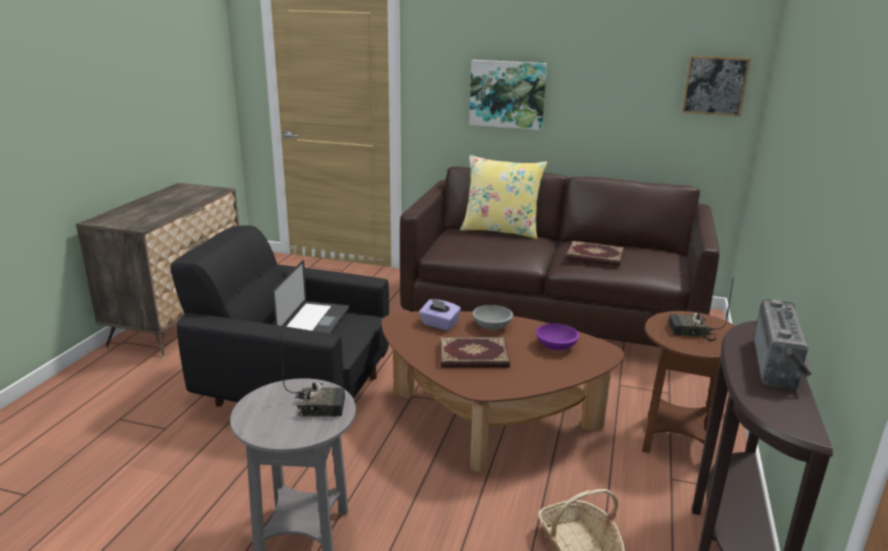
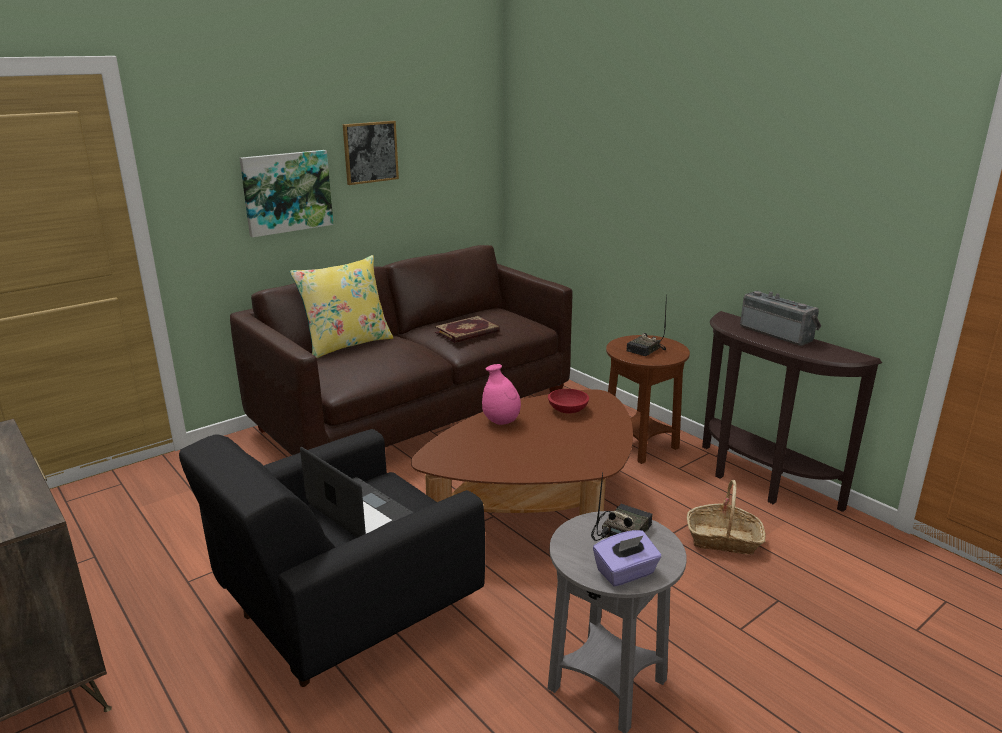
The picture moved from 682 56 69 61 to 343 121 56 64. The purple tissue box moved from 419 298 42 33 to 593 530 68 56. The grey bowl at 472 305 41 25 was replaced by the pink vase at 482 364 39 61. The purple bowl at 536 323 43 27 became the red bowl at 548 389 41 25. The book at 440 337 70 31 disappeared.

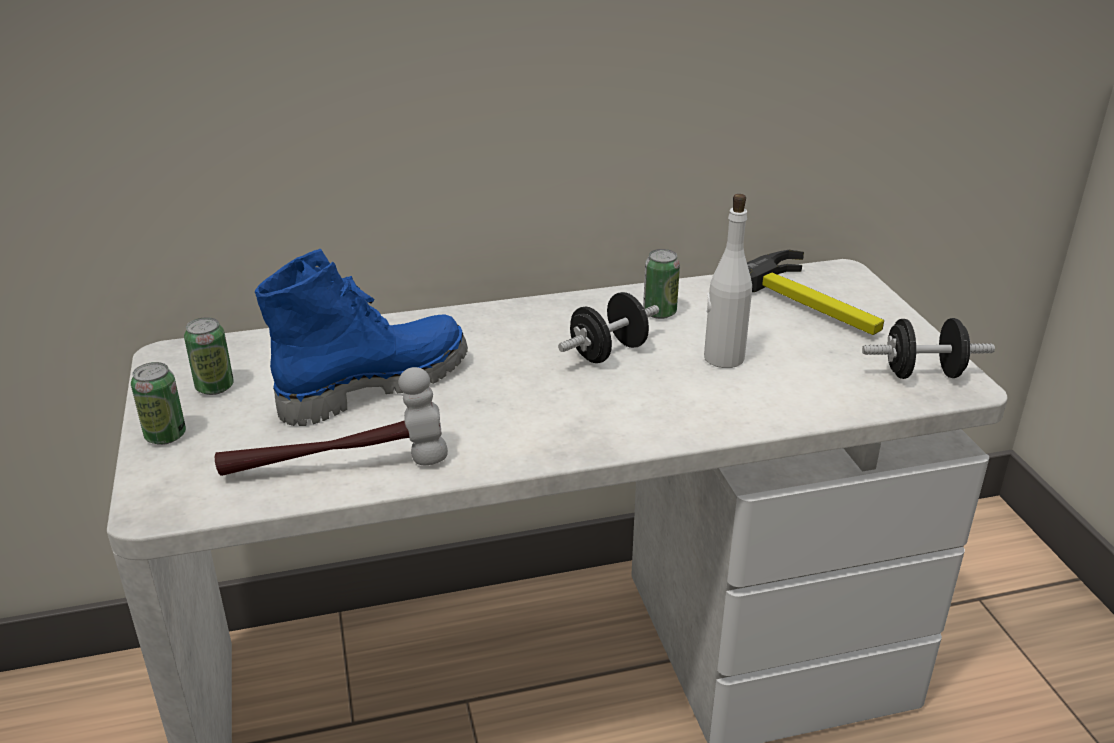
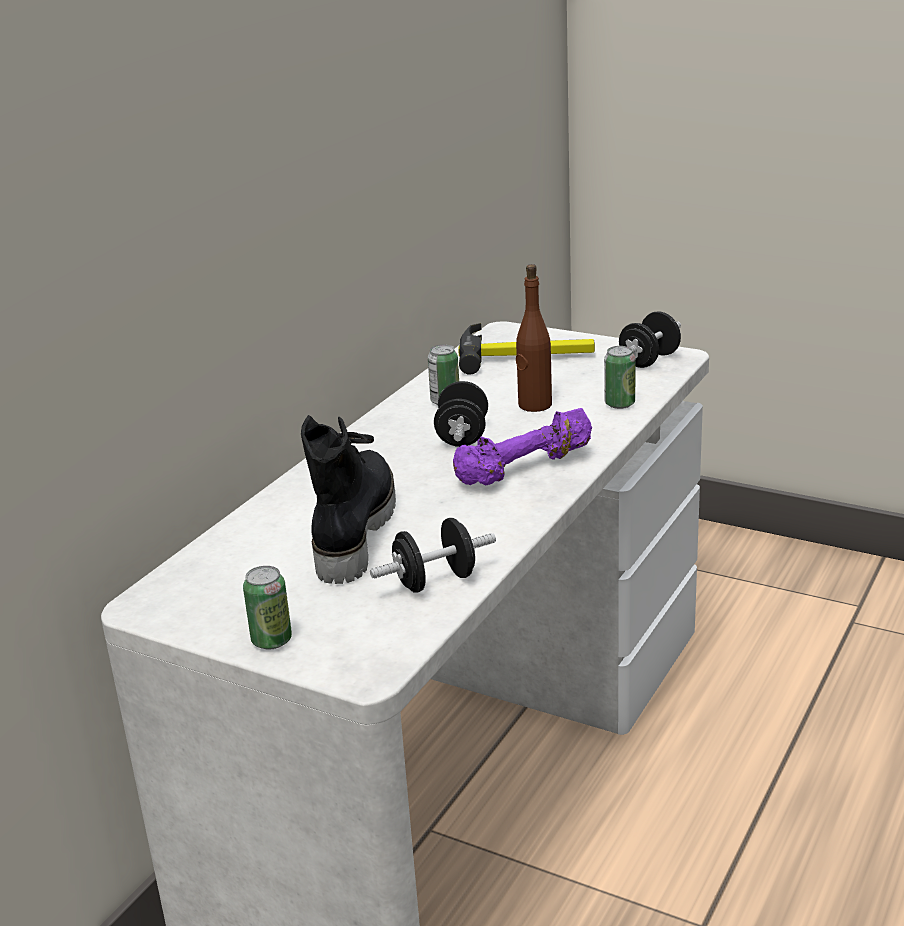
The white bottle at 704 194 48 174 became the brown bottle at 516 264 36 148. The blue boot at 255 249 213 177 became the black boot at 301 415 95 169. The can moved from 184 317 50 78 to 604 346 32 63. The hammer at 215 367 233 109 was replaced by the black dumbbell at 370 518 126 75. The purple dumbbell at 453 408 139 77 appeared.

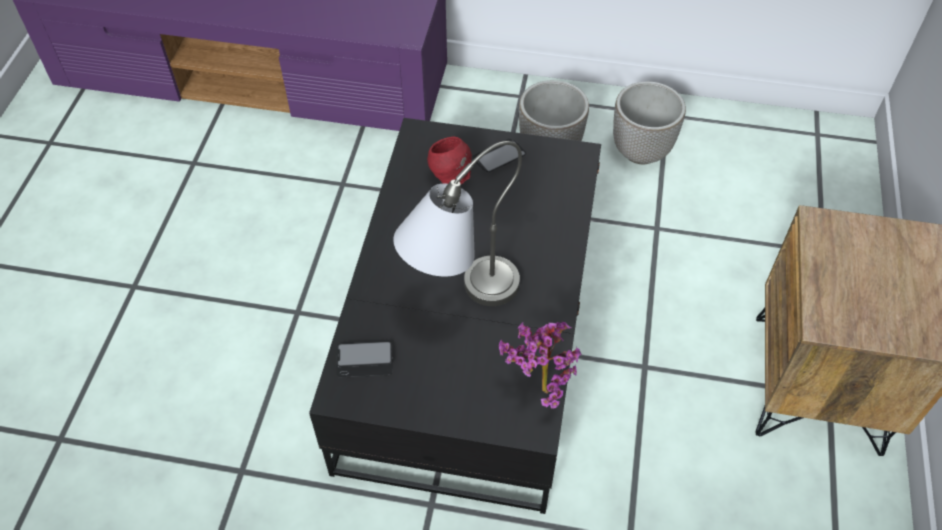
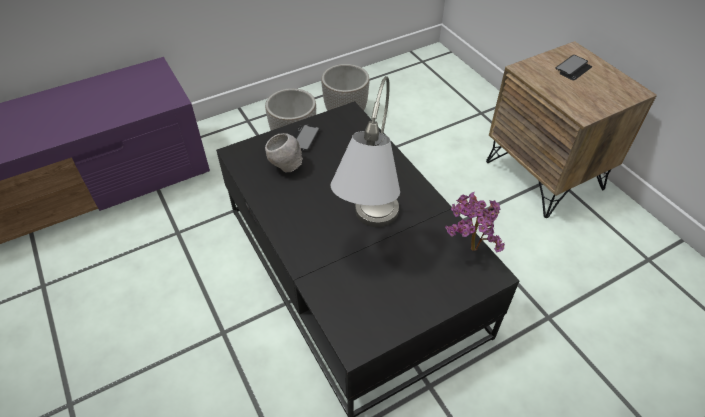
The red bowl at 427 136 45 48 became the grey bowl at 265 133 38 40. The phone moved from 336 341 57 37 to 555 55 37 25.

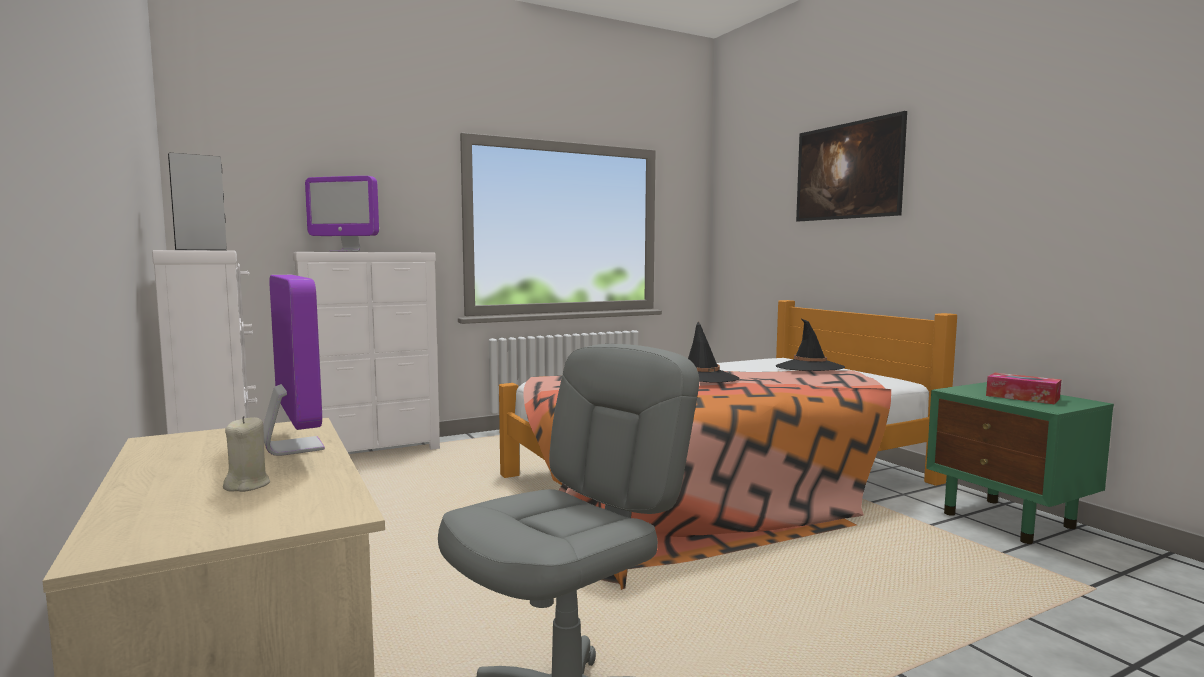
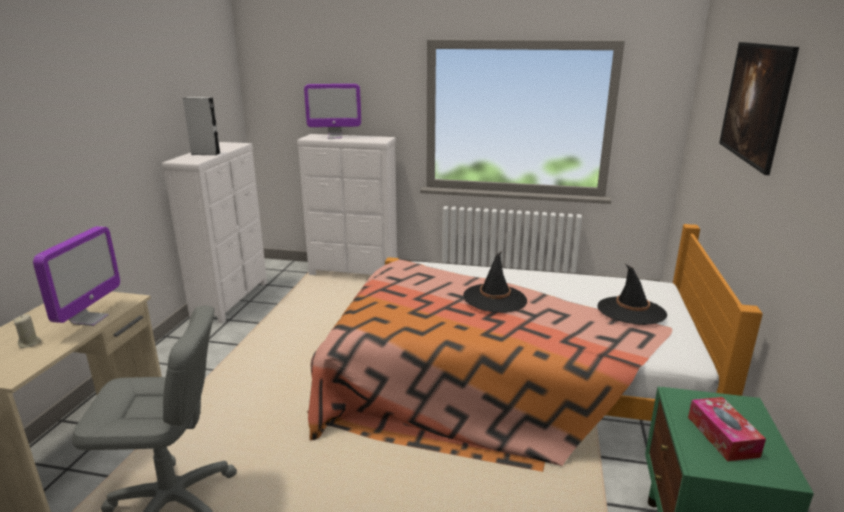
The monitor at 305 176 74 76 turned 60 degrees counterclockwise.

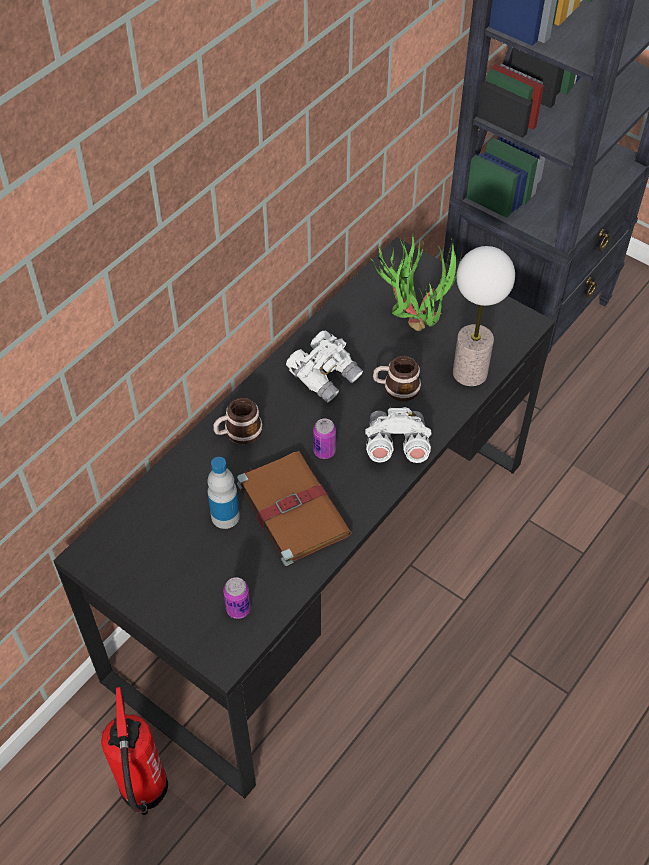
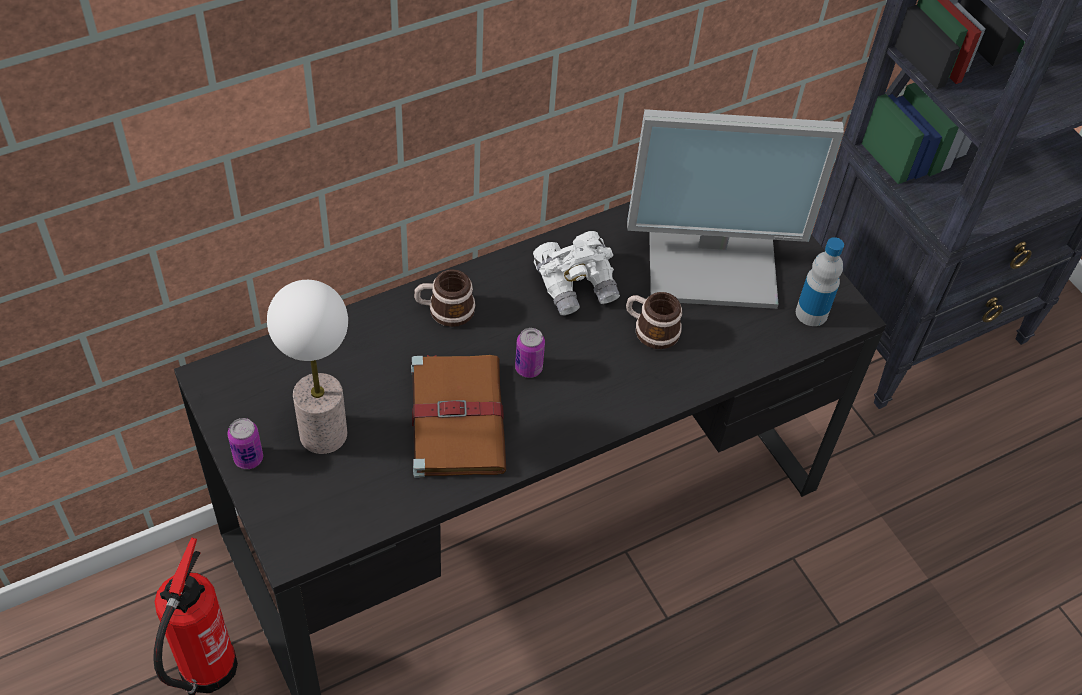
The potted plant at 371 234 91 97 was replaced by the monitor at 627 109 217 200. The table lamp moved from 453 246 62 140 to 267 280 81 174. The white binoculars at 365 407 67 56 disappeared. The bottle moved from 207 457 33 72 to 796 237 48 89. The can moved from 223 577 28 42 to 228 418 35 51.

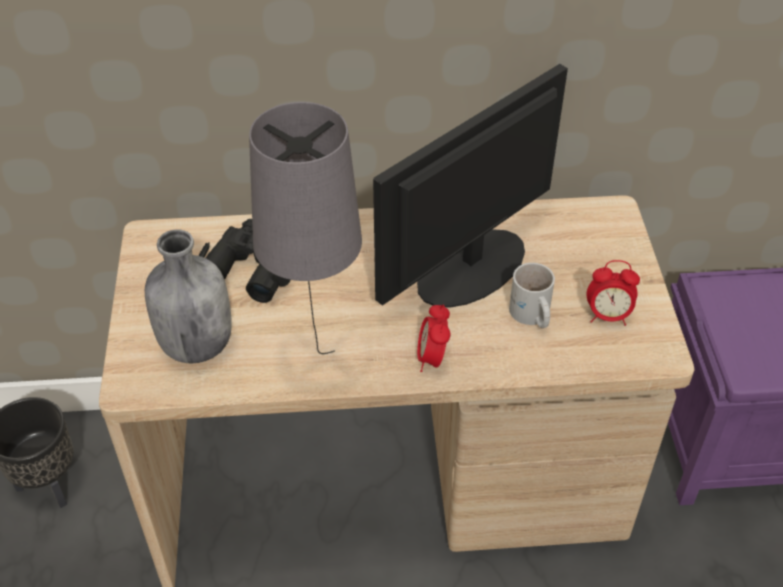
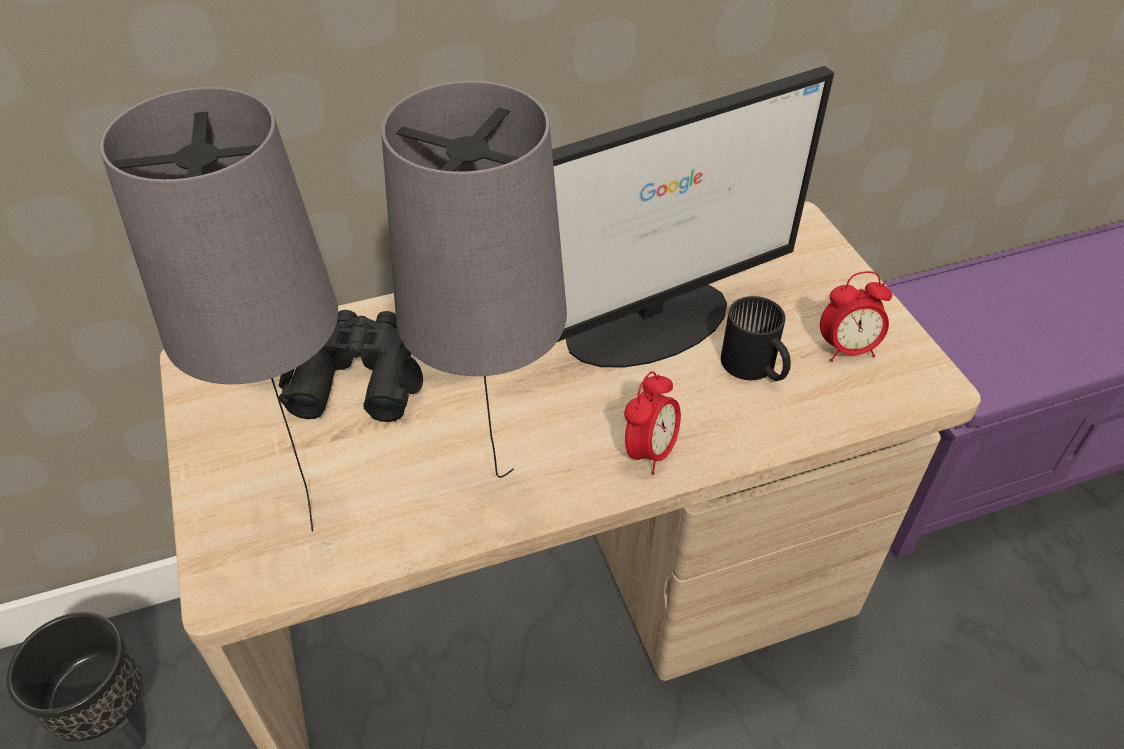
The monitor at 373 64 195 244 turned 150 degrees counterclockwise. The grey bottle at 145 229 86 134 was replaced by the grey table lamp at 100 87 238 445. The white mug at 509 263 46 65 became the black mug at 721 296 70 85. The alarm clock at 417 304 33 68 turned 135 degrees counterclockwise.

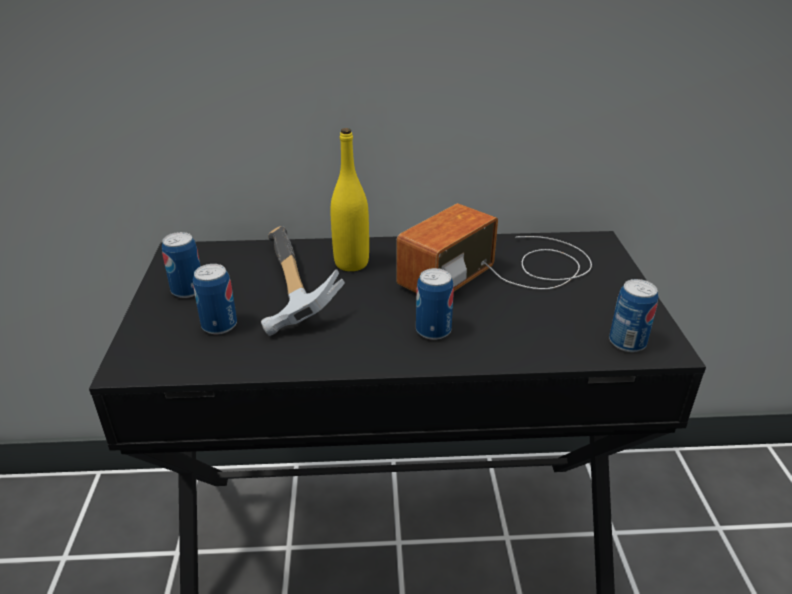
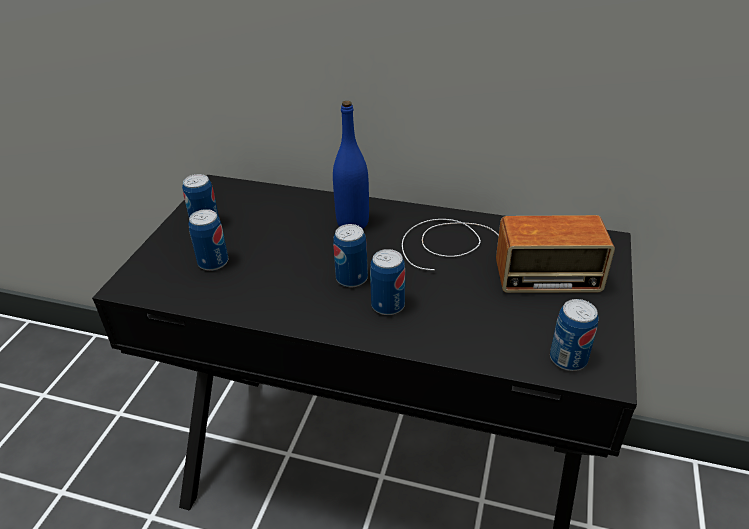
The yellow bottle at 331 128 38 143 became the blue bottle at 333 101 36 128. The radio at 396 203 196 90 turned 150 degrees counterclockwise. The hammer at 261 226 84 110 disappeared. The can at 333 224 35 63 appeared.

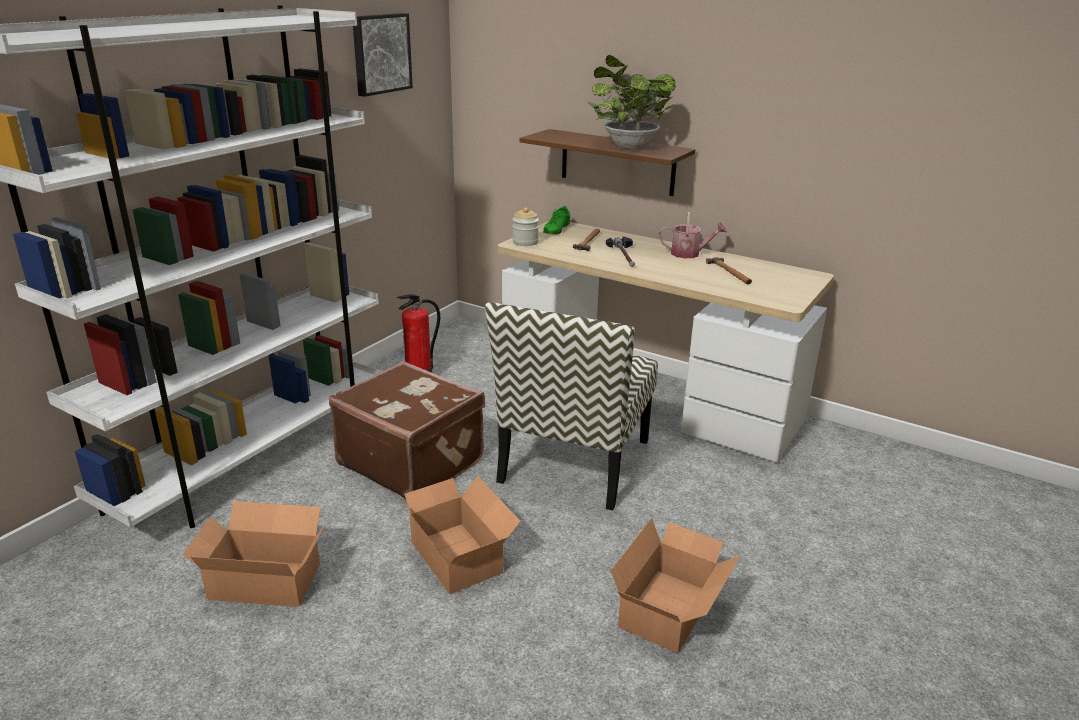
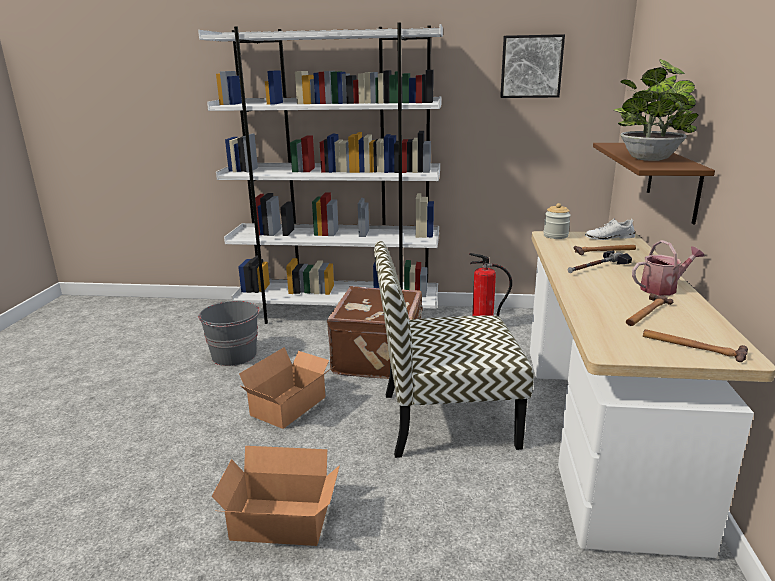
The green shoe at 543 206 27 29 became the white shoe at 585 218 50 22. The watering can at 659 212 68 46 turned 90 degrees counterclockwise. The cardboard box at 183 501 142 106 was replaced by the grey bucket at 198 301 62 65. The hammer at 643 329 105 33 appeared.

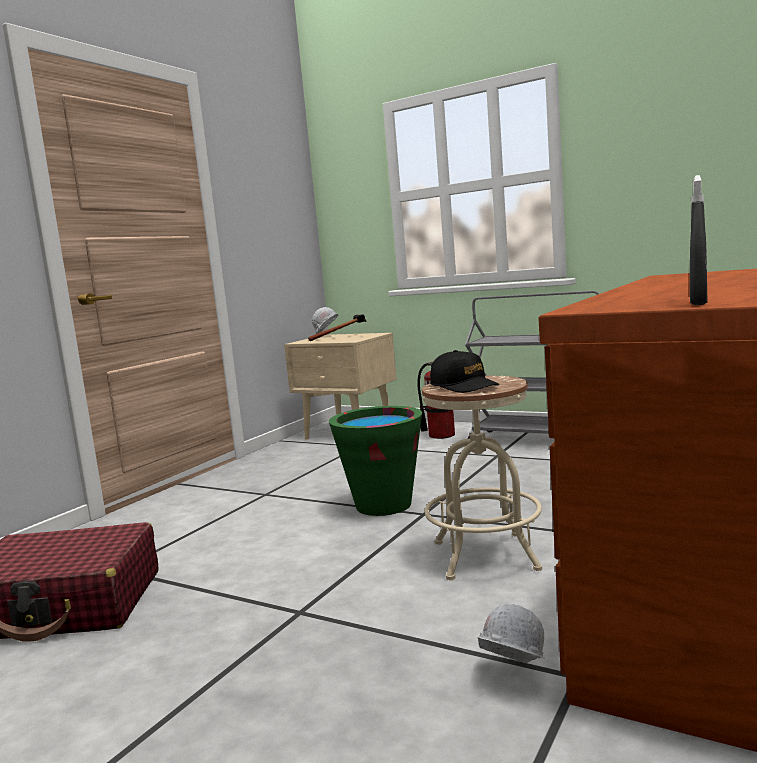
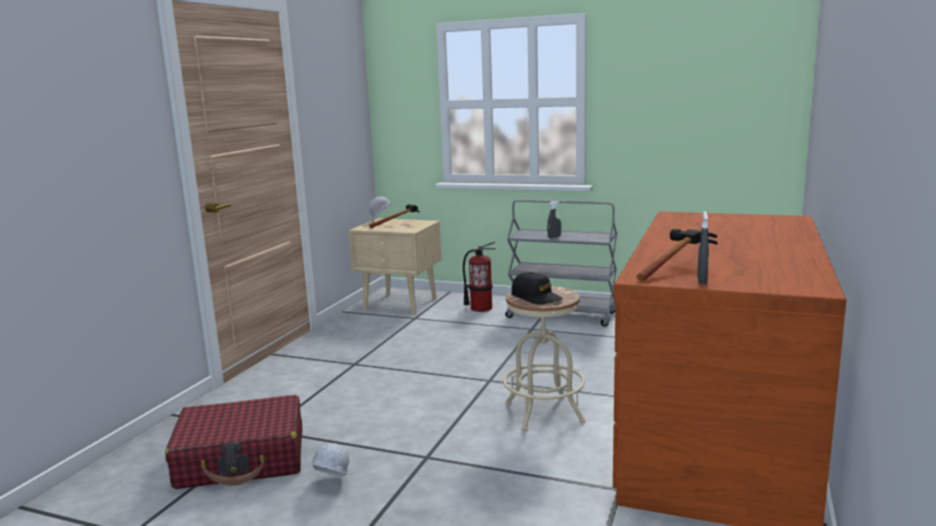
The green bucket at 329 406 93 110 disappeared. The white hard hat moved from 478 604 66 59 to 310 443 39 34. The grey spray bottle at 547 201 14 38 appeared. The hammer at 637 229 81 52 appeared.

